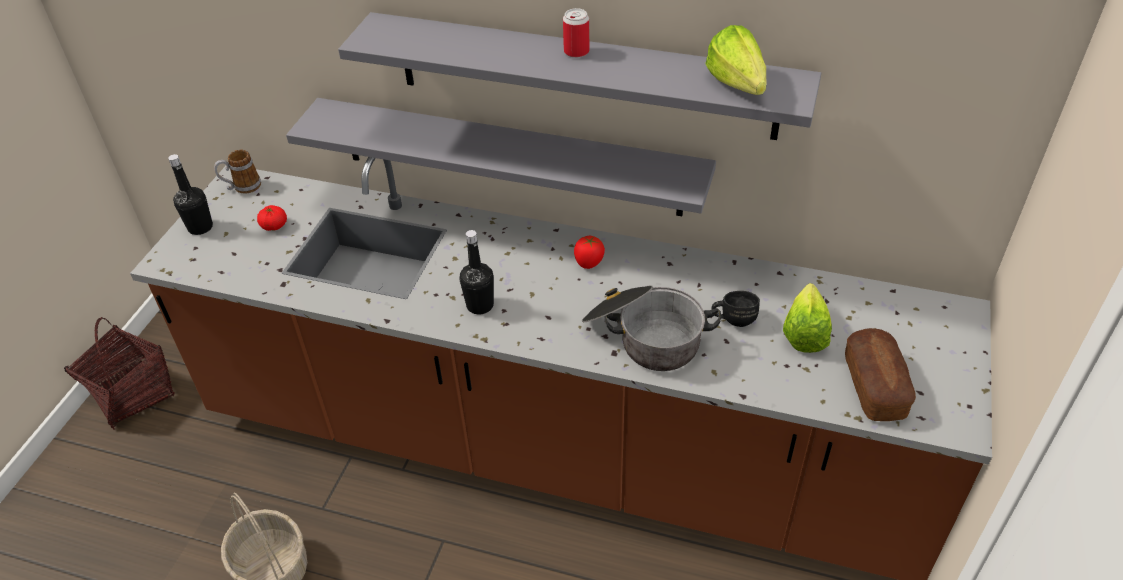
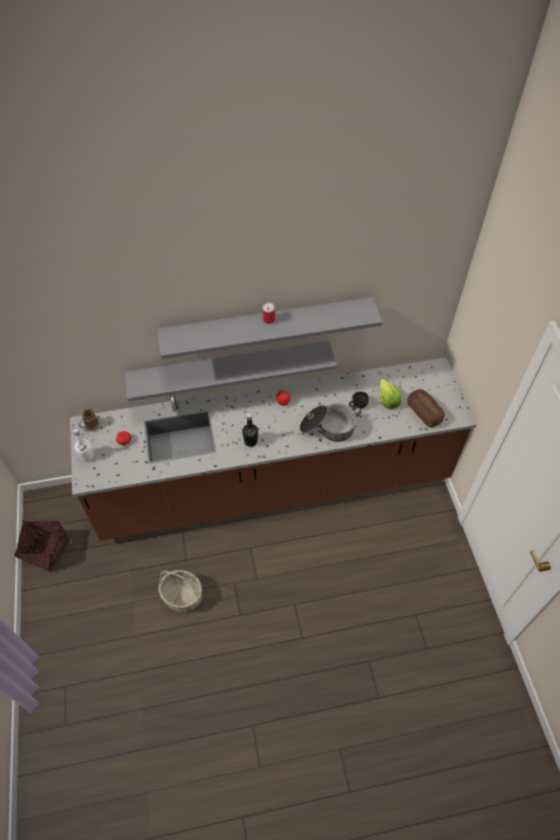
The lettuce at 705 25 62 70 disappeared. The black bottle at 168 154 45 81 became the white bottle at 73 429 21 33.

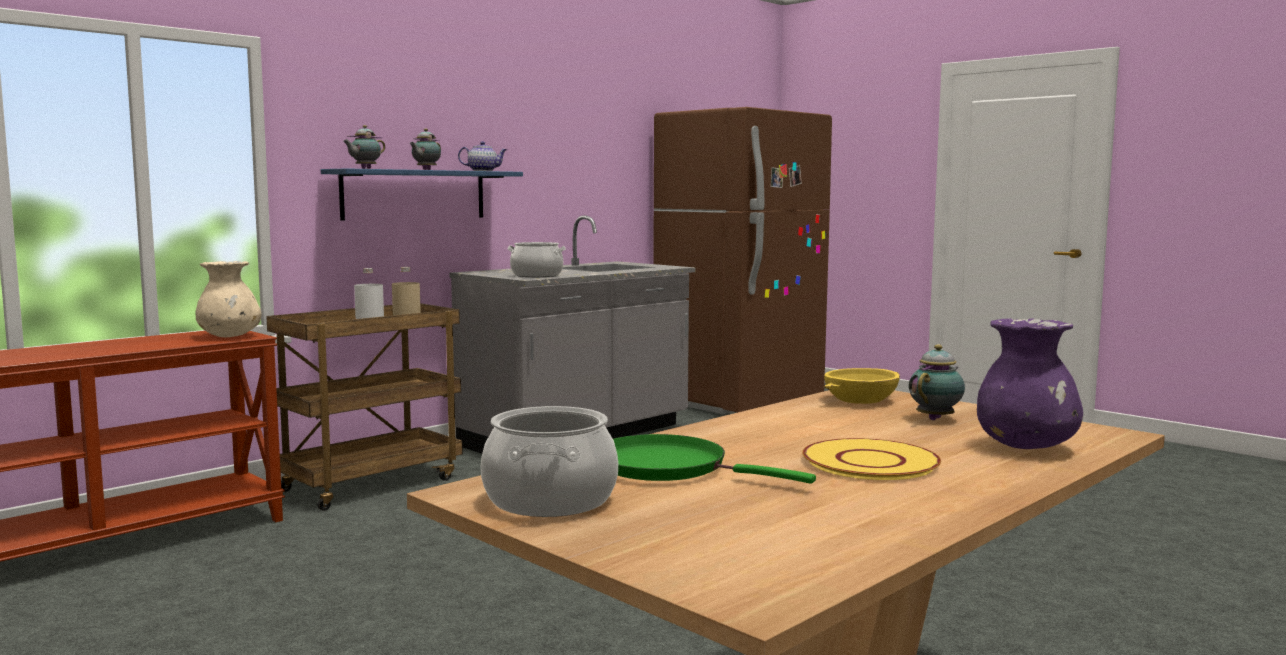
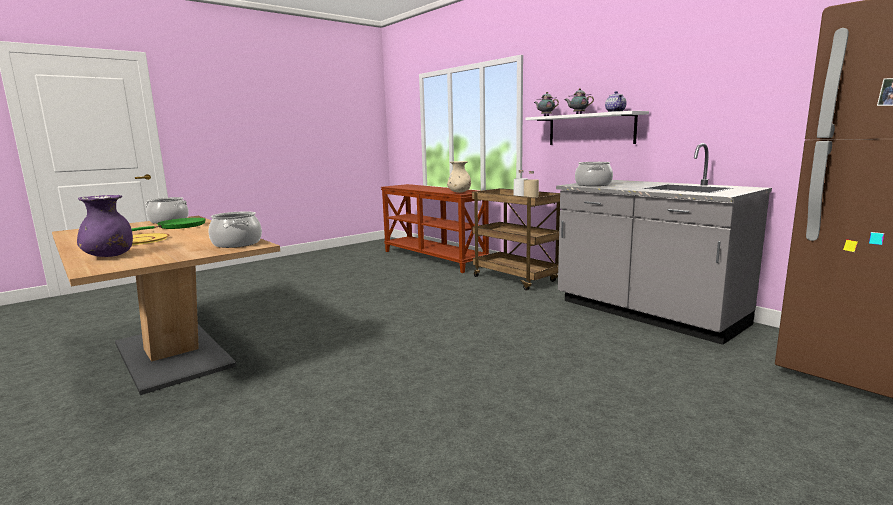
The blue shelf at 321 168 202 53 became the white shelf at 525 111 124 34. The teapot at 909 344 56 76 disappeared. The yellow bowl at 824 368 76 36 was replaced by the cooking pot at 209 211 53 37.

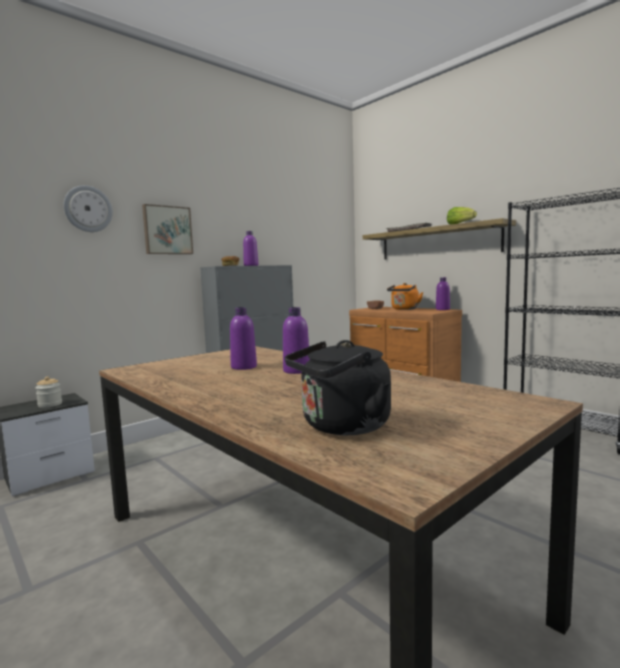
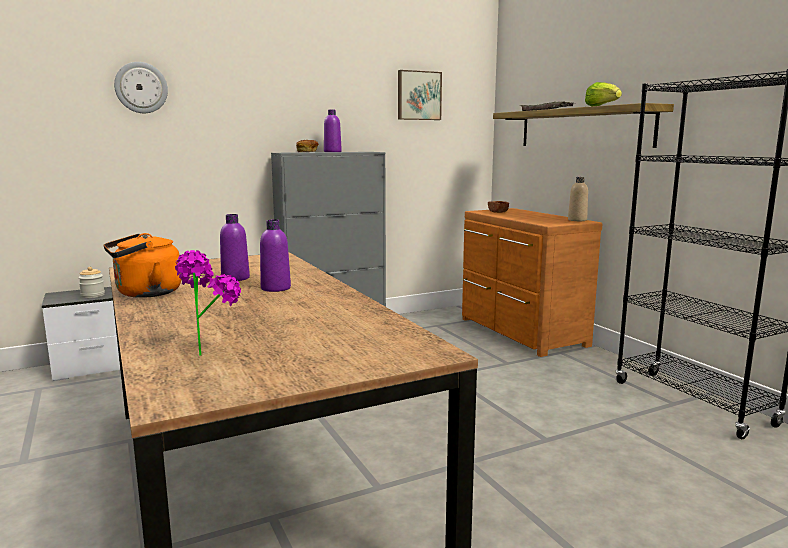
The picture moved from 142 204 51 50 to 398 70 44 50. The purple bottle at 436 277 14 33 became the beige bottle at 568 177 20 44. The orange kettle moved from 387 283 36 27 to 103 233 78 65. The black kettle at 285 340 106 95 was replaced by the potted plant at 175 250 66 106.

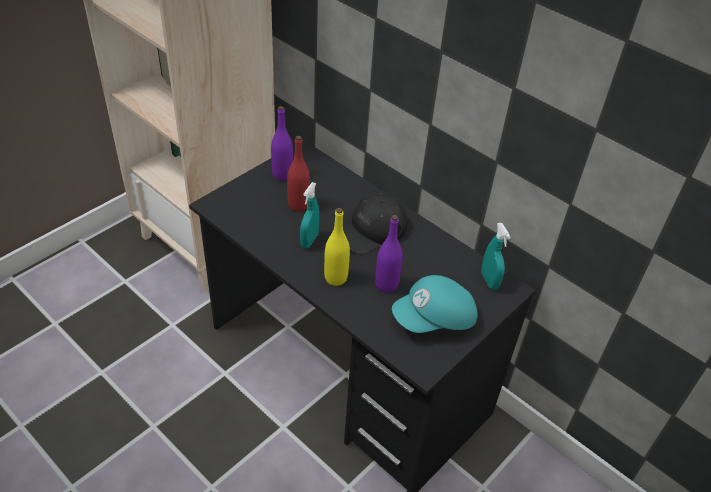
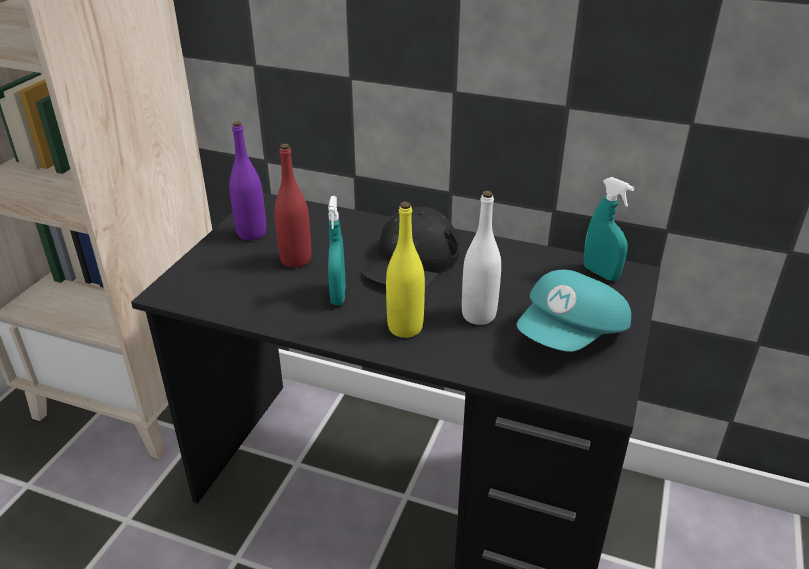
The purple bottle at 375 215 28 78 became the white bottle at 462 191 39 134.

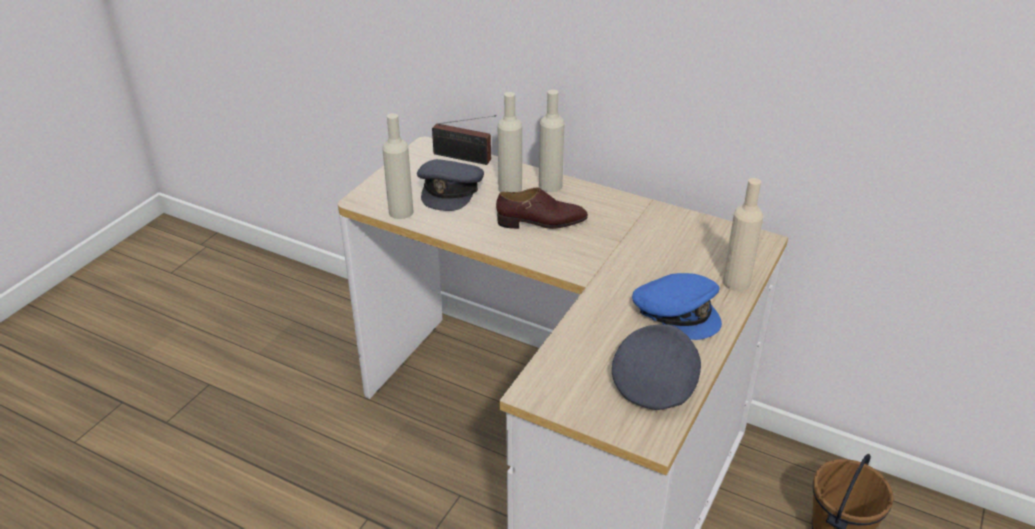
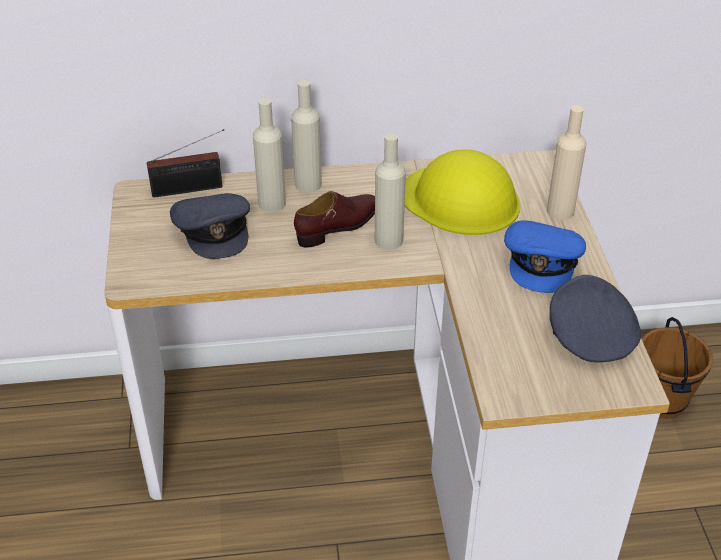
The beige bottle moved from 382 113 32 106 to 375 133 31 117. The blue cap at 632 273 90 67 turned 90 degrees clockwise. The yellow hard hat at 404 150 116 85 appeared.

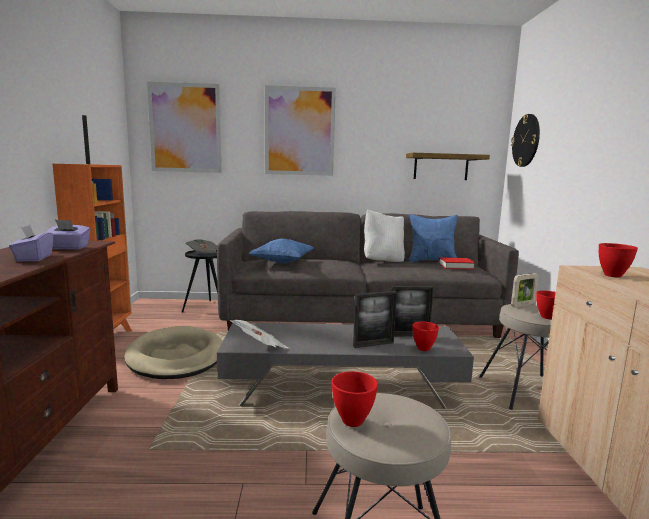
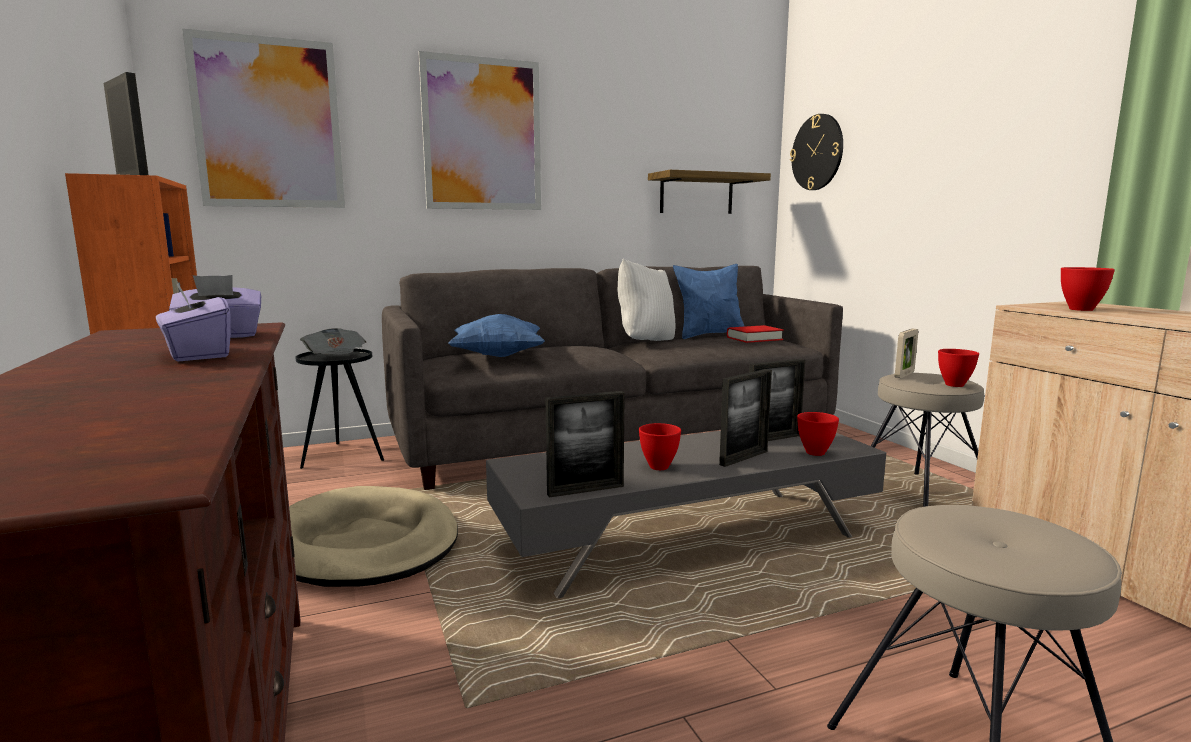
The newspaper at 230 320 59 28 was replaced by the picture frame at 545 391 80 106. The red bowl moved from 332 371 46 56 to 639 423 42 47.

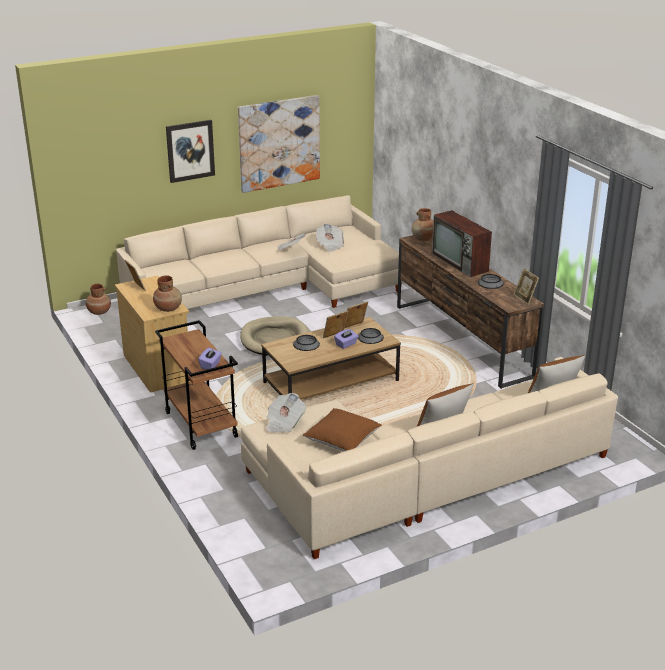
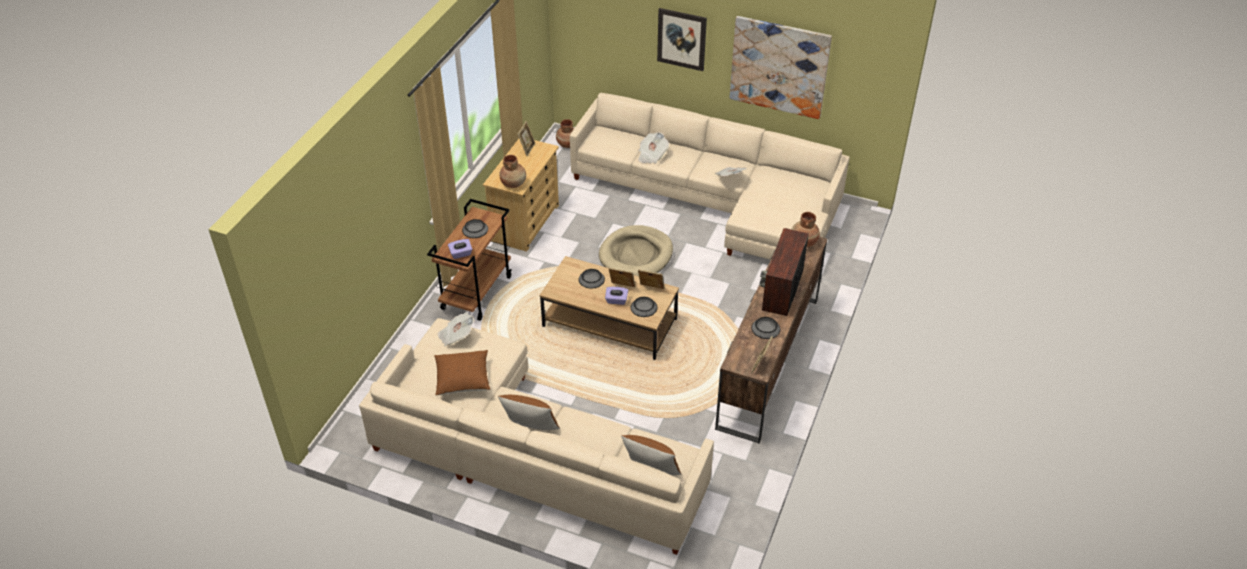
The newspaper moved from 316 224 28 28 to 638 132 31 32. The bowl at 462 219 26 19 appeared.

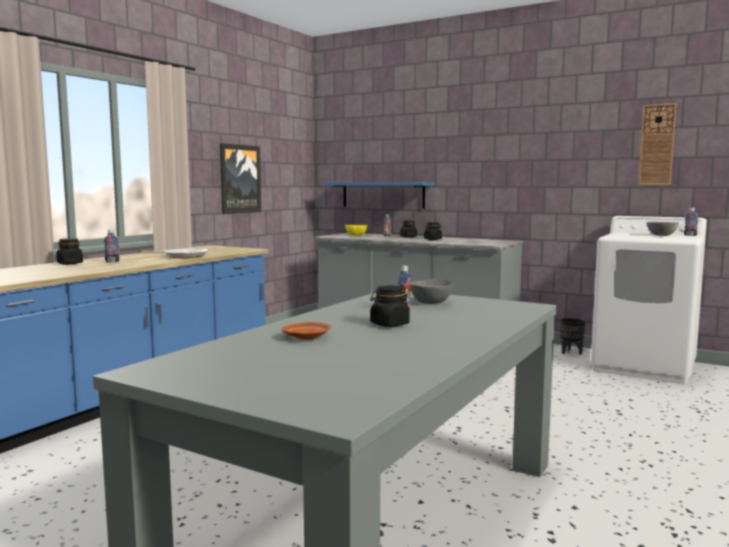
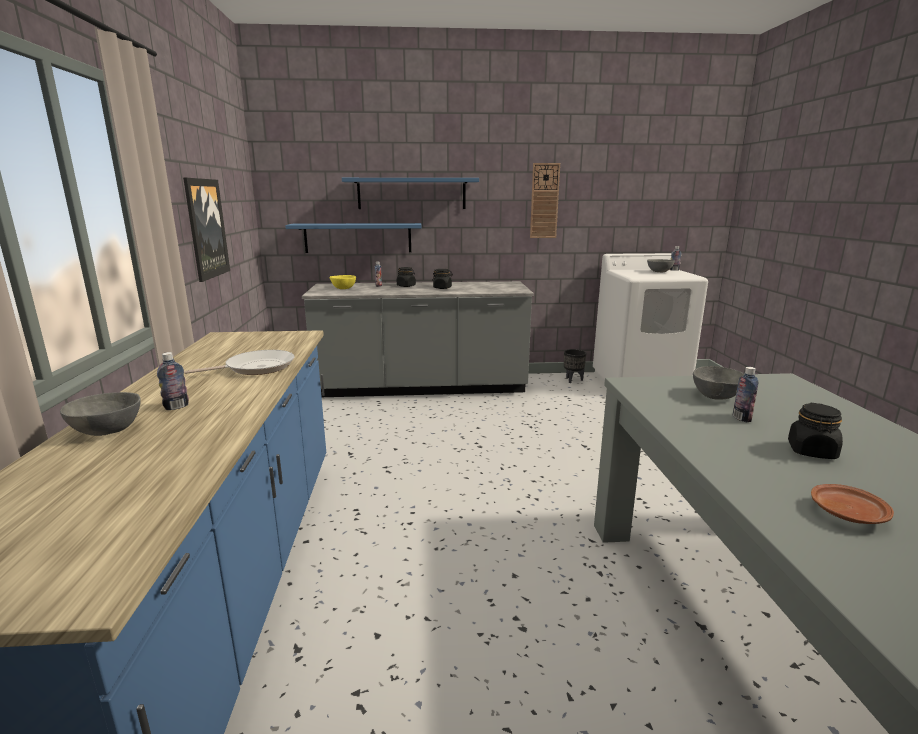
The wall clock moved from 638 103 38 82 to 530 163 30 75. The black jar at 57 238 26 27 was replaced by the grey bowl at 60 392 81 44. The blue shelf at 342 178 137 31 appeared.

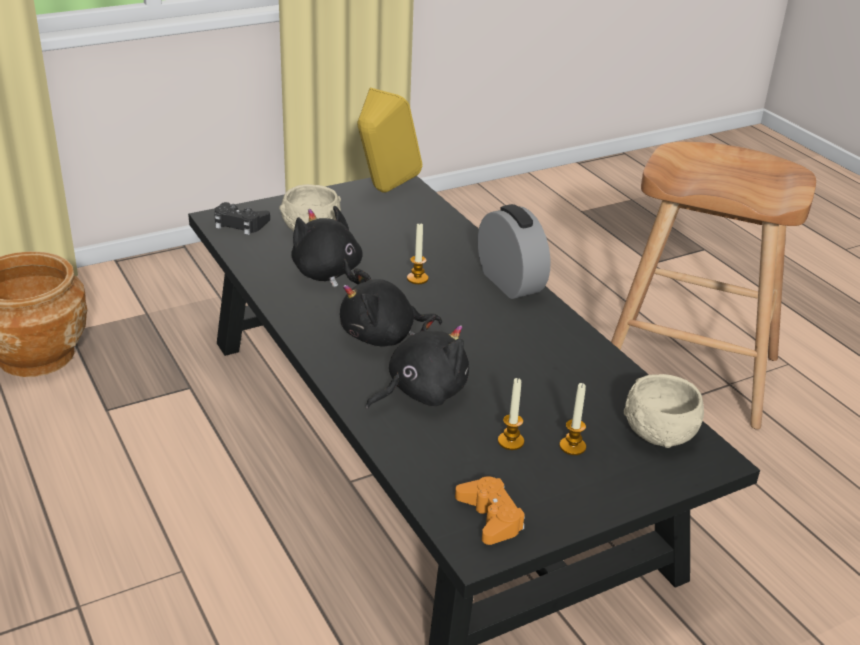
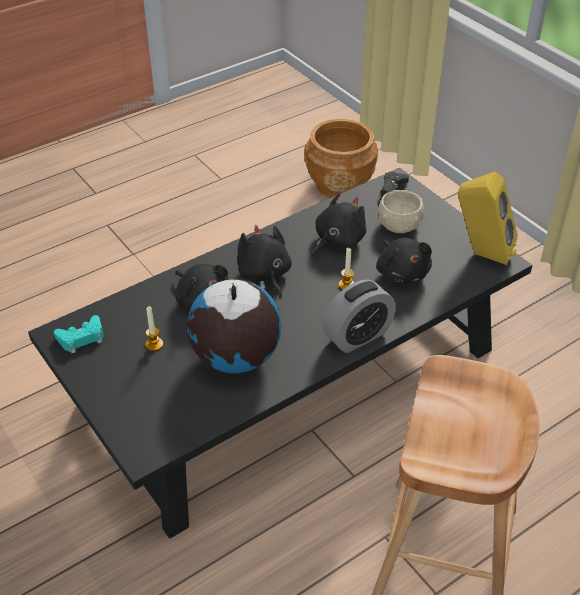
The beige bowl at 624 374 80 74 disappeared. The candle at 560 383 26 72 disappeared. The orange game controller at 455 476 70 69 became the turquoise game controller at 54 315 49 39. The black plush toy at 376 238 56 46 appeared. The globe at 187 279 95 94 appeared.

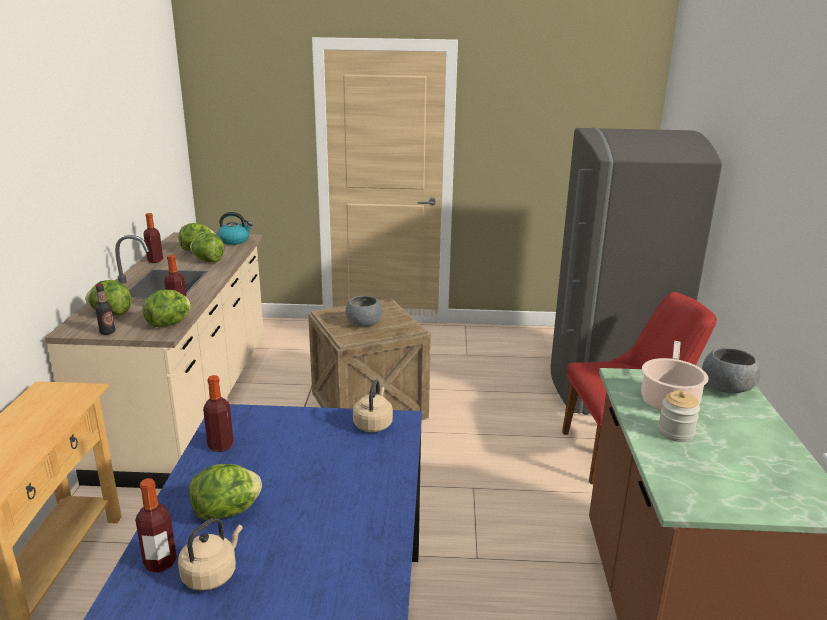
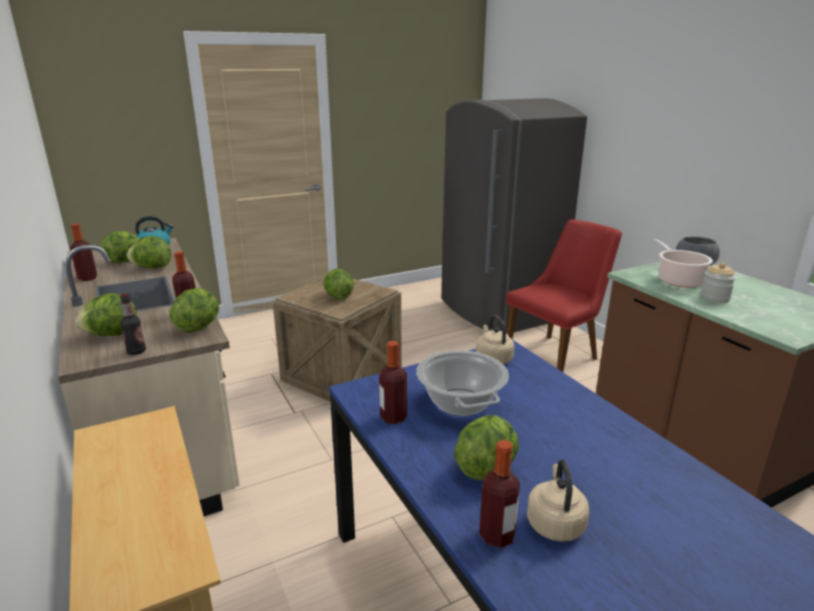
The grey bowl at 346 296 37 31 was replaced by the lettuce at 323 269 31 31. The cooking pot at 416 350 93 66 appeared.

